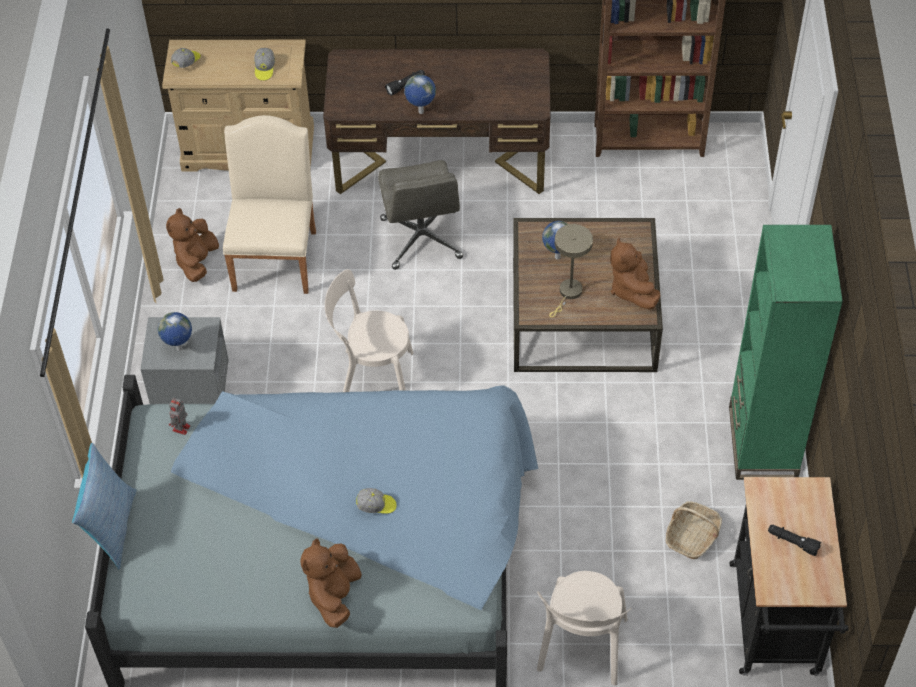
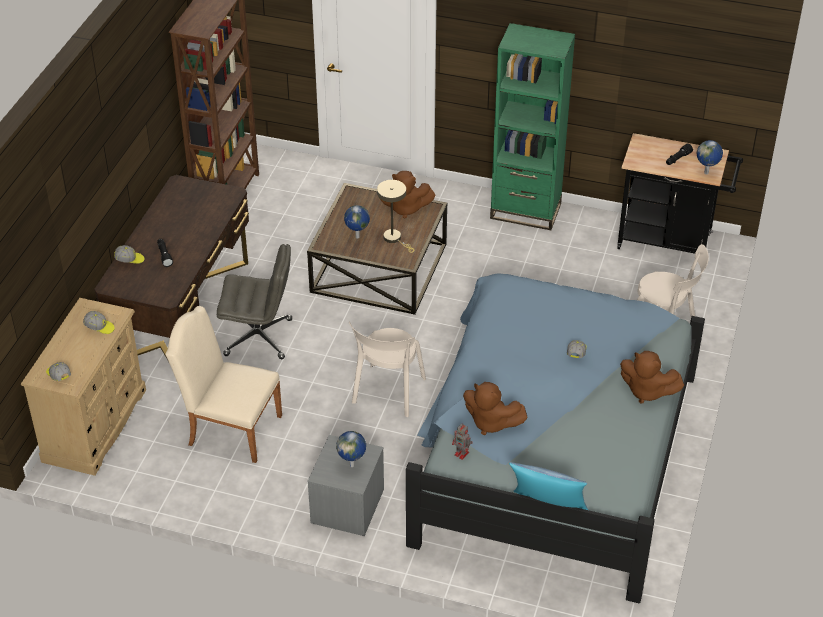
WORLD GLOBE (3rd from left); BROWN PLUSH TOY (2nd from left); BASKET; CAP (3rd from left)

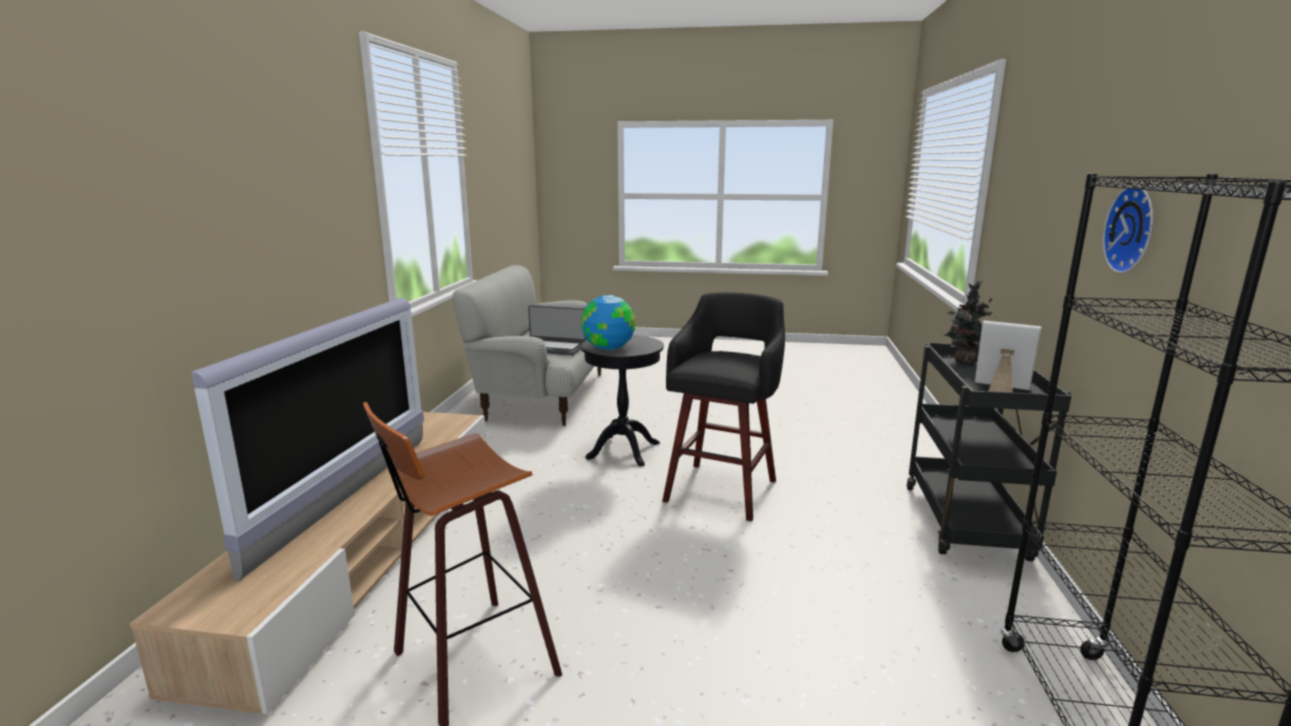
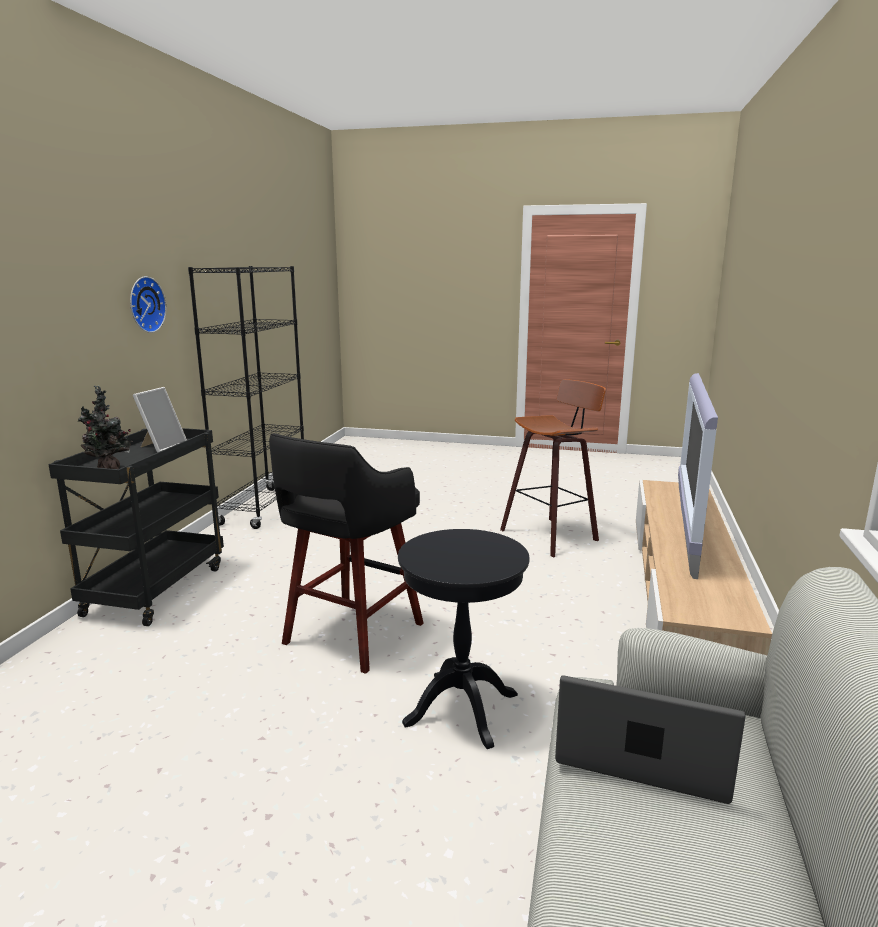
WORLD GLOBE; PHOTO FRAME

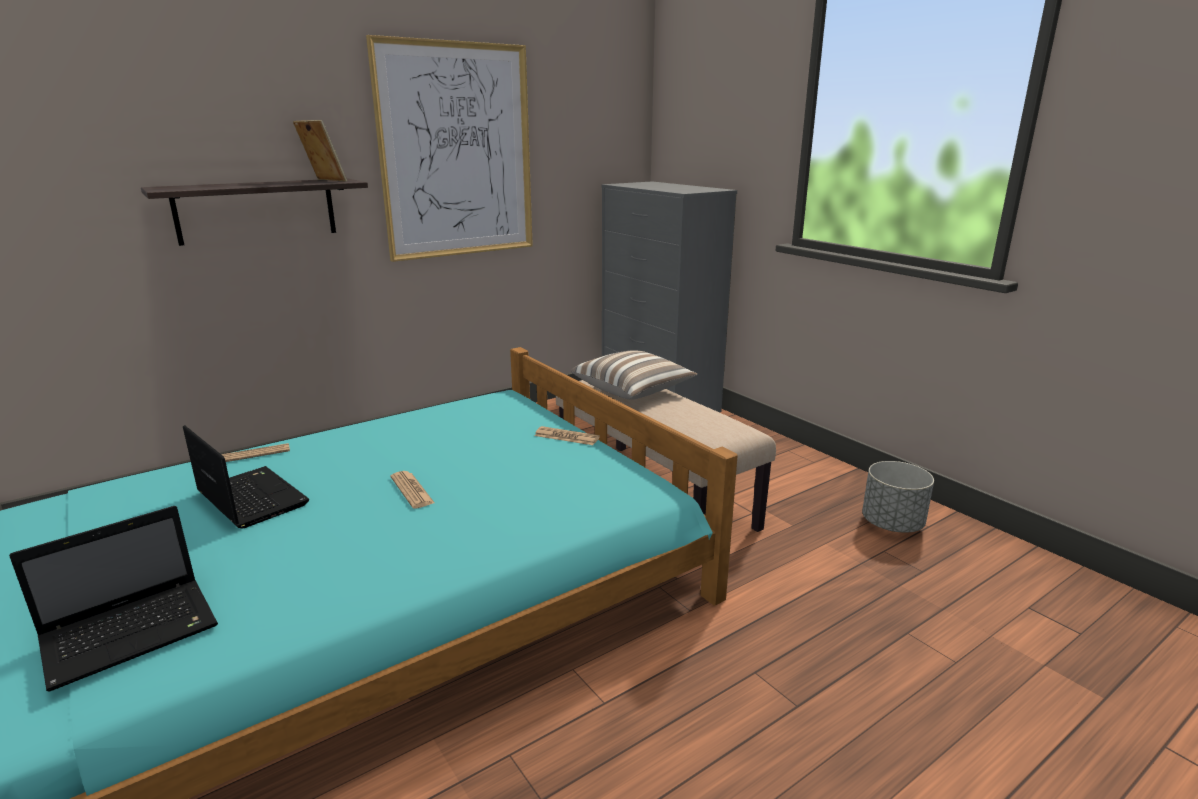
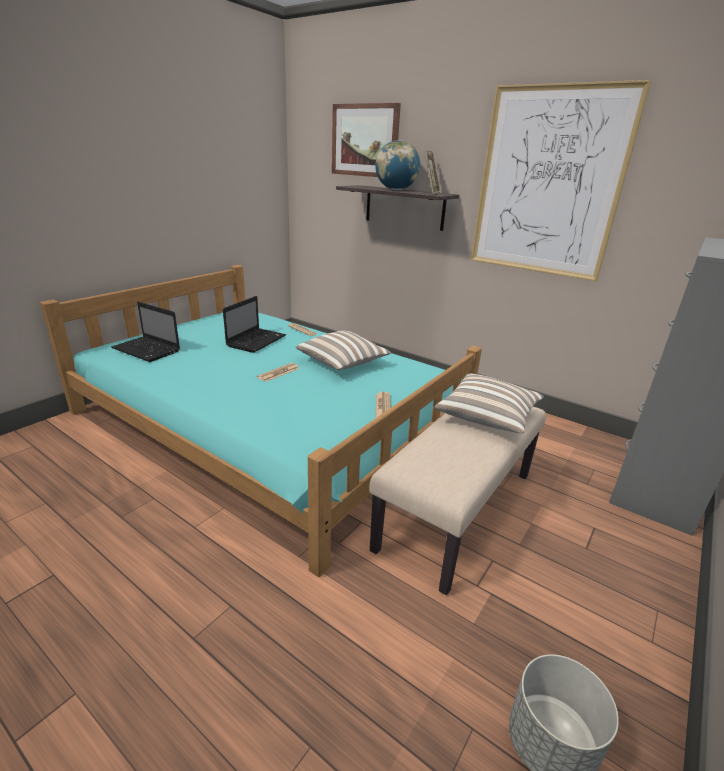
PICTURE (1st from left); WORLD GLOBE; PILLOW (1st from left)

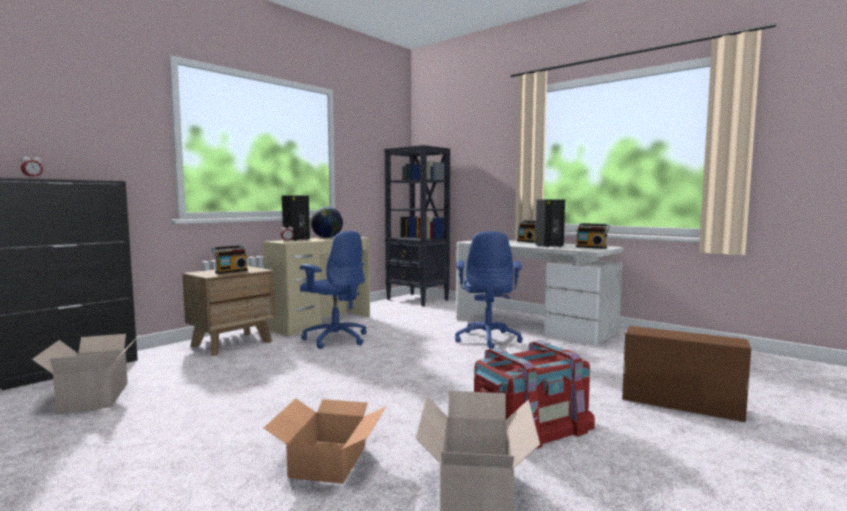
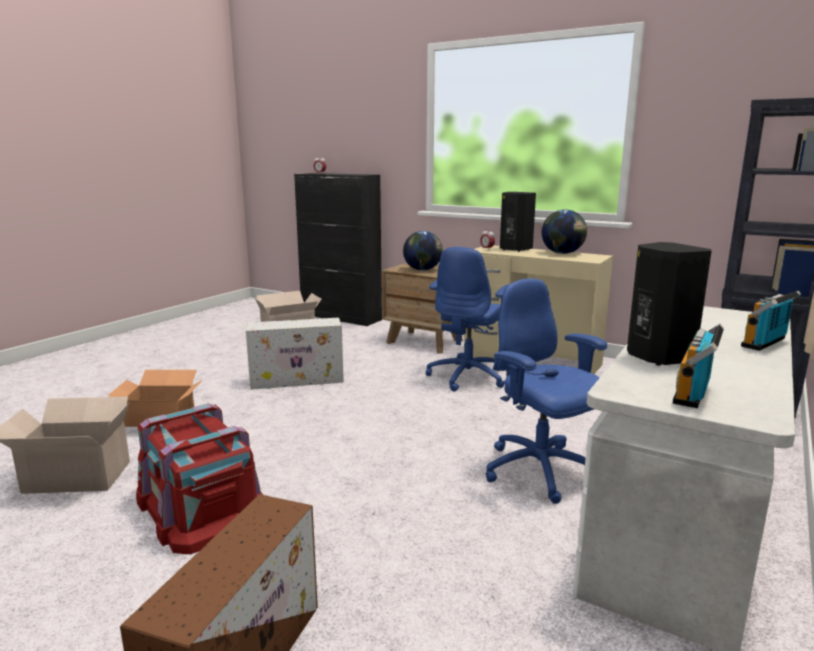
BLUISH COMPUTER CHAIR (2nd from left); WORLD GLOBE (1st from left); WHITISH STORAGE CONTAINER

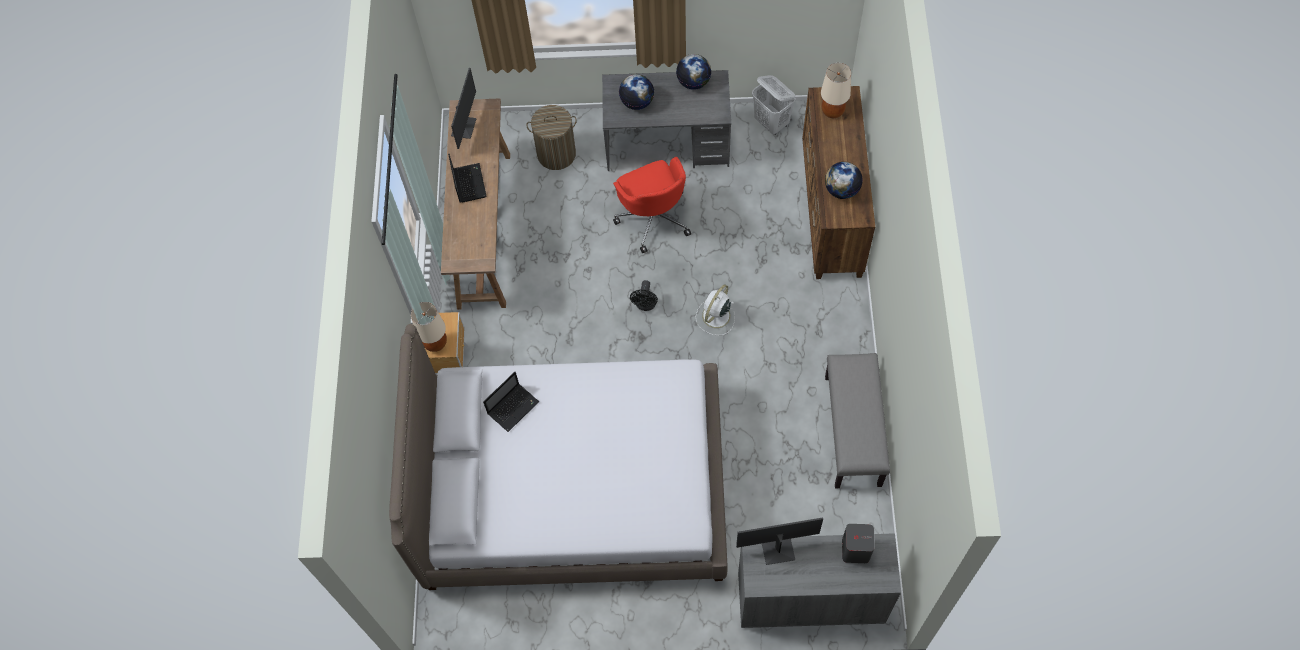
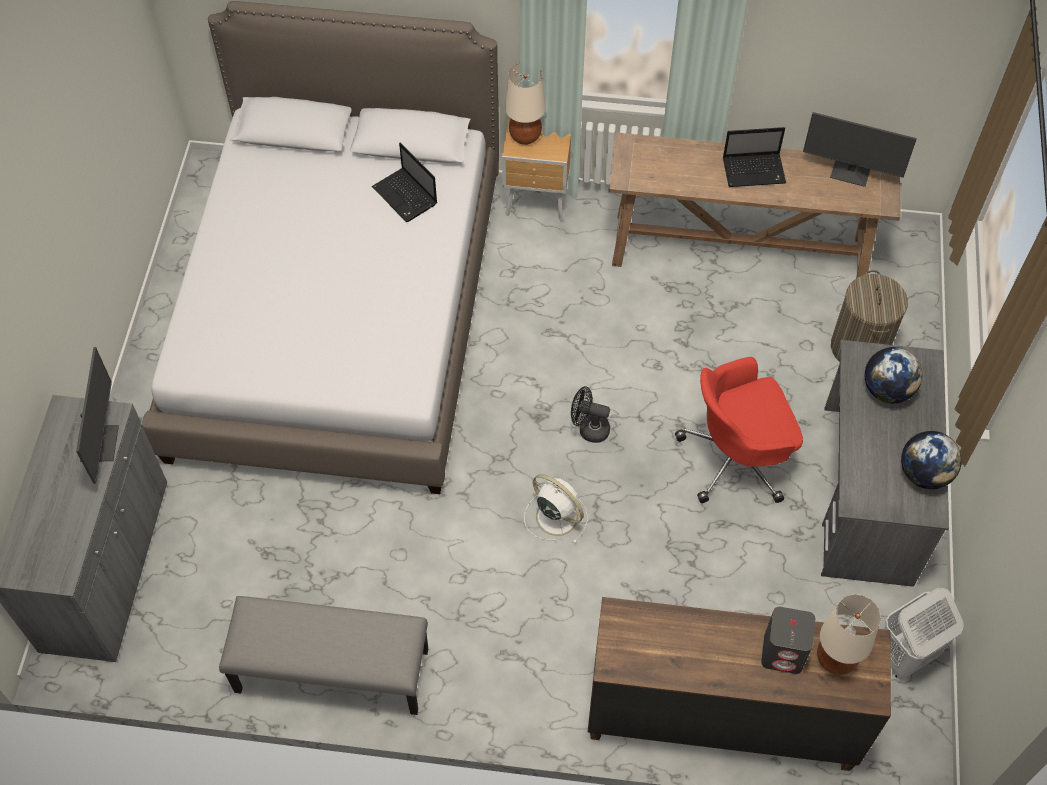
WORLD GLOBE (3rd from left in the first image); GREY SPEAKER

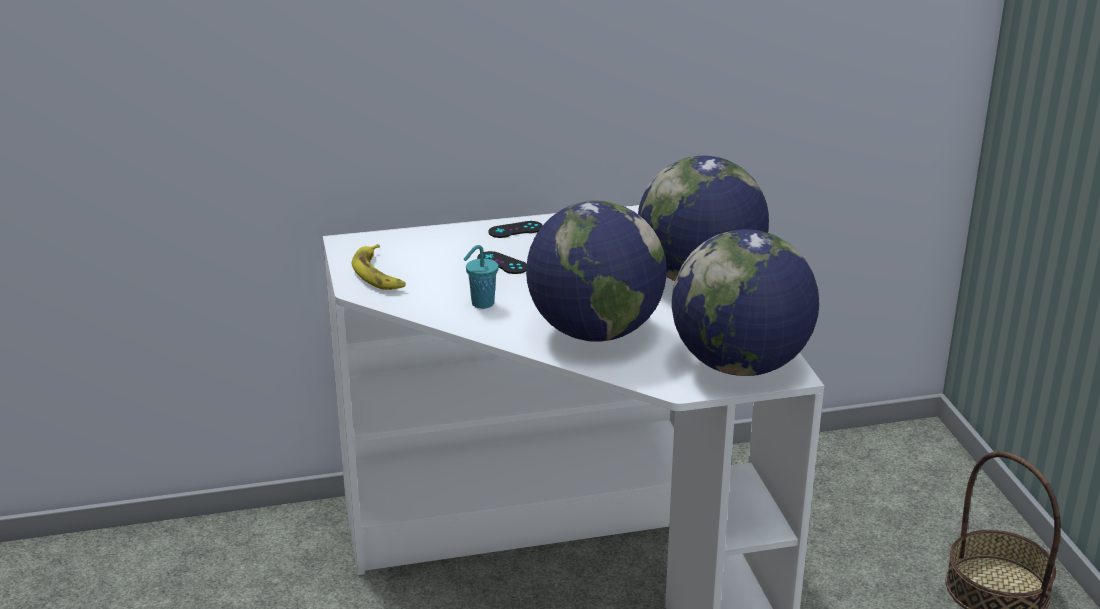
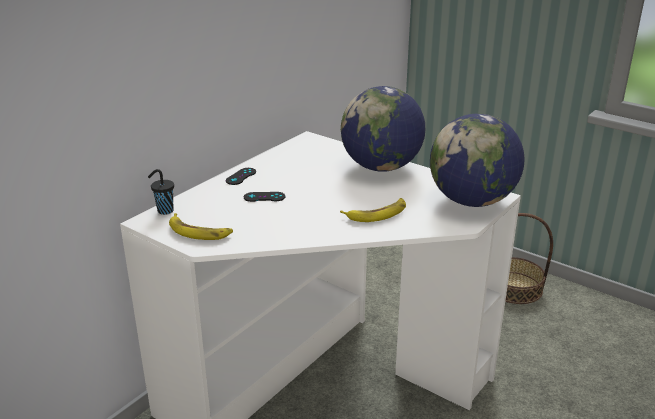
BANANA FRUIT (2nd from left); TURQUOISE DRINKING CUP; BLACK DRINKING CUP

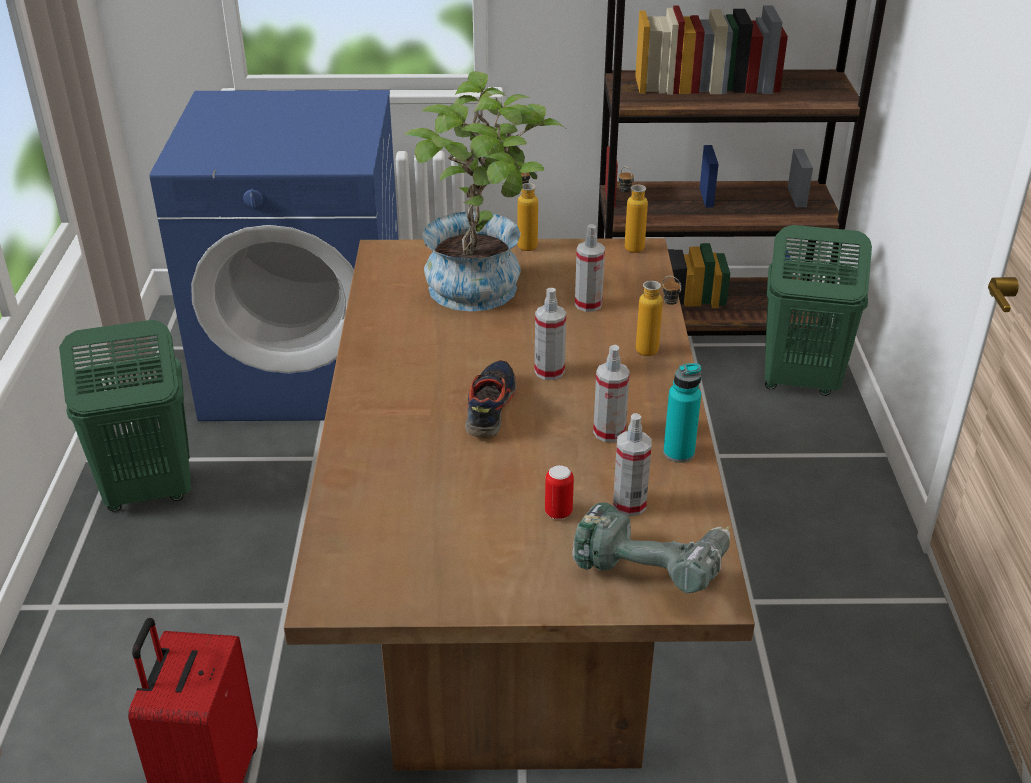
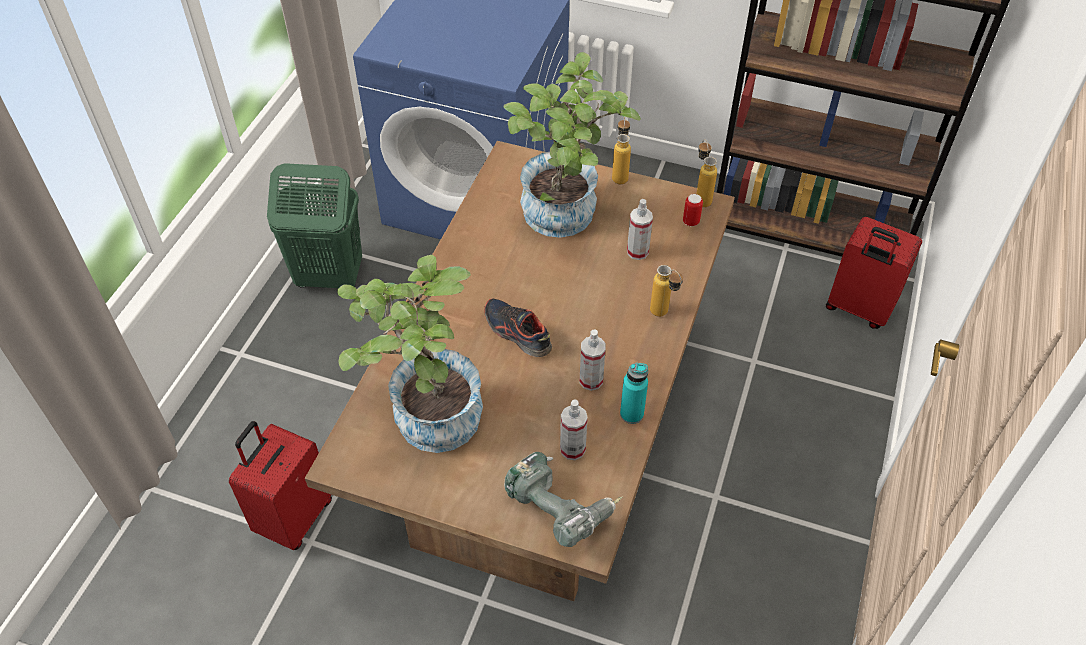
REDDISH SUITCASE (2nd from left); SPRAYER (1st from left in the first image); LOW SHOE; METAL CAN; HOUSEPLANT (1st from left)

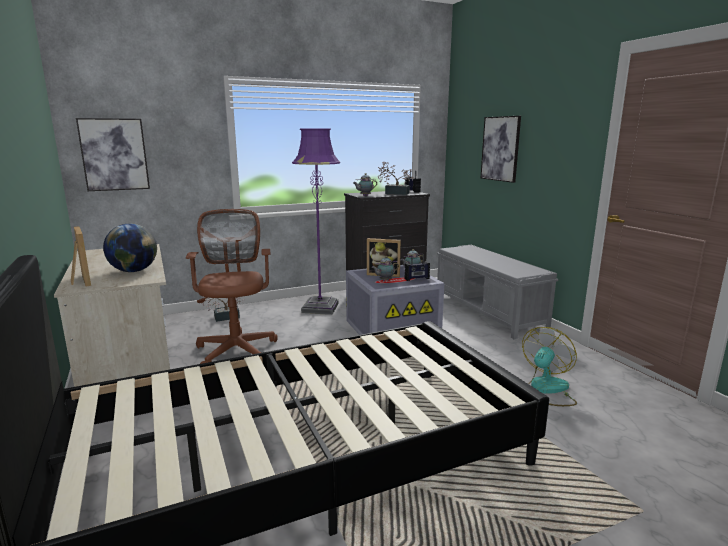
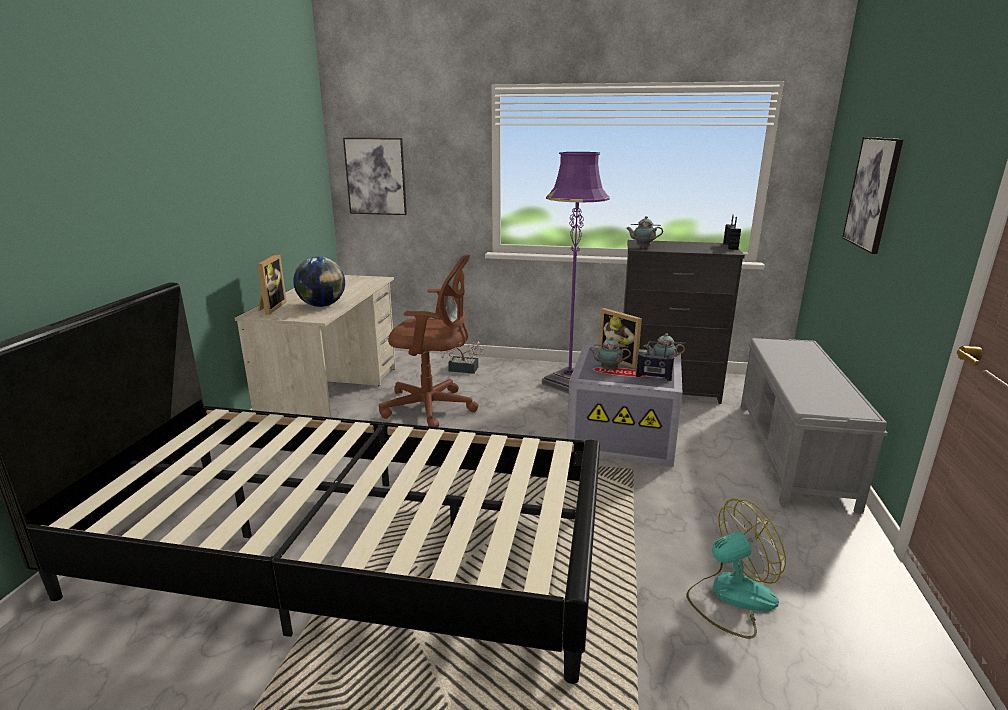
HOUSEPLANT (2nd from left in the first image); BROWN COMPUTER CHAIR

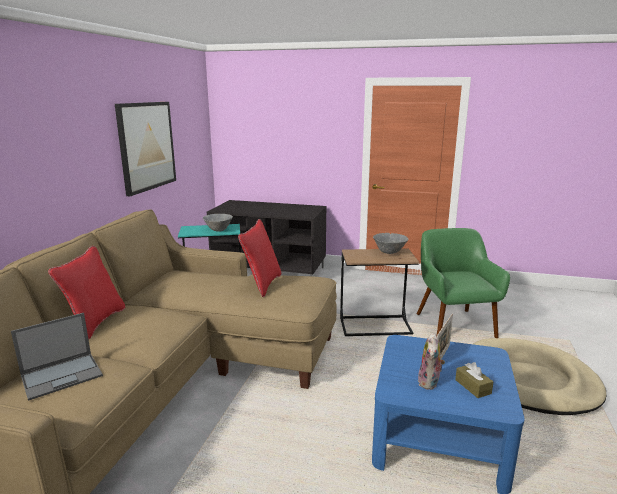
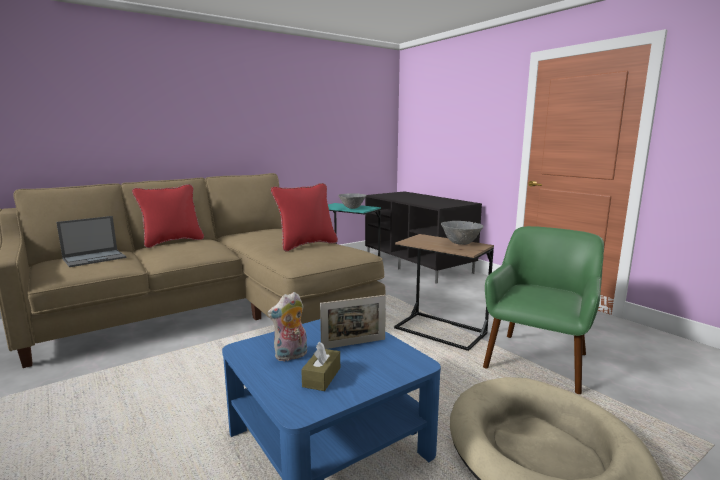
PICTURE; LAPTOP

